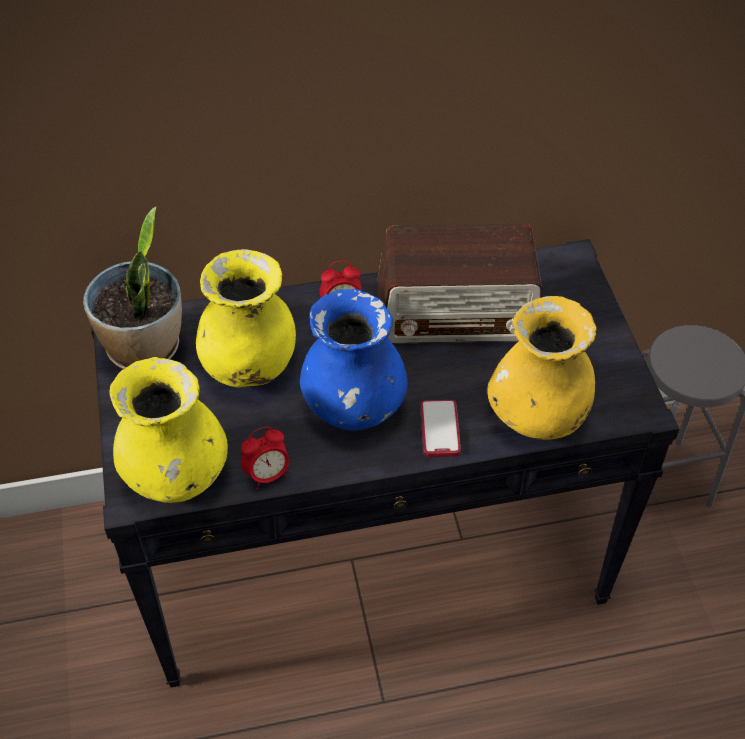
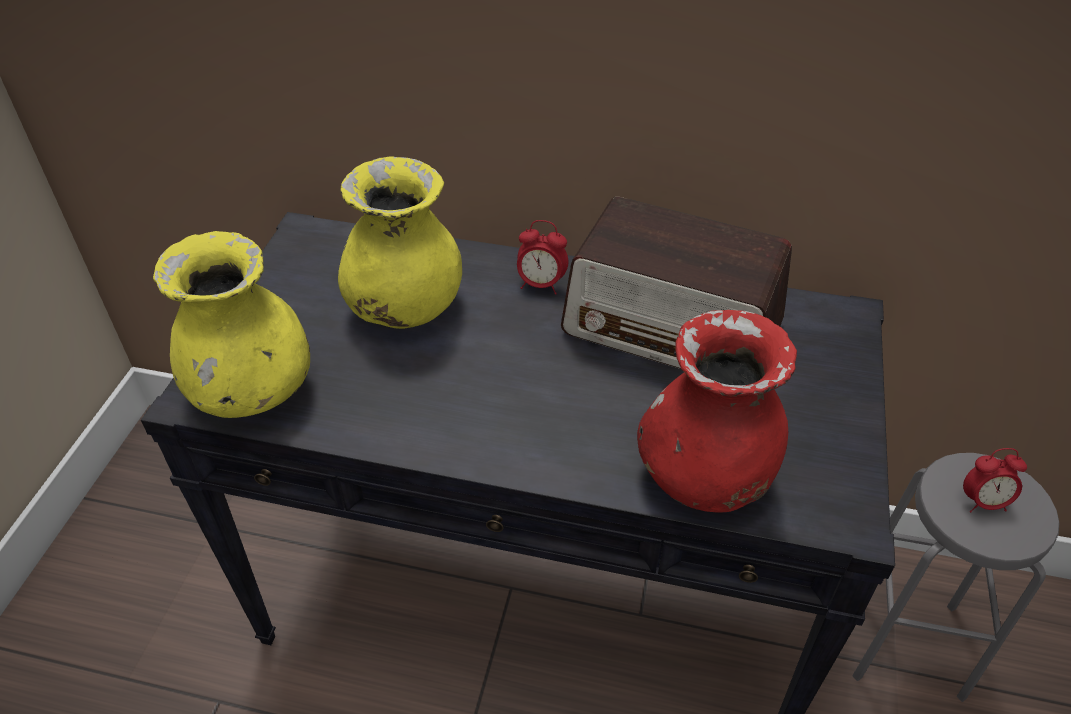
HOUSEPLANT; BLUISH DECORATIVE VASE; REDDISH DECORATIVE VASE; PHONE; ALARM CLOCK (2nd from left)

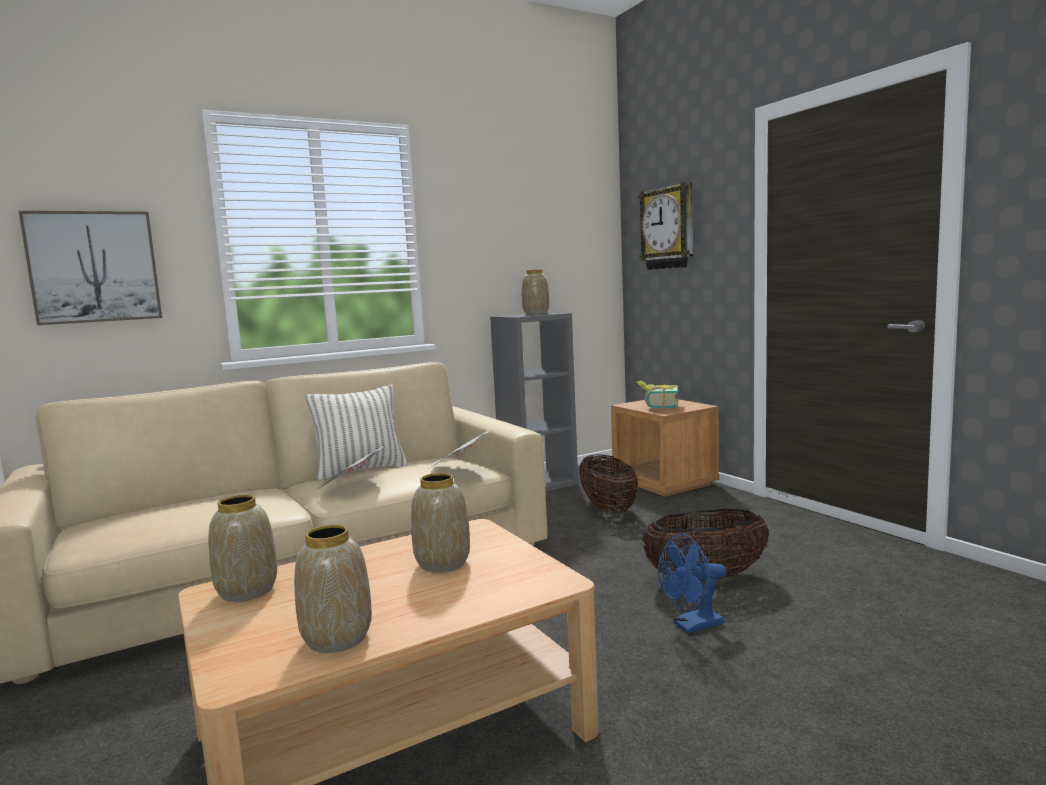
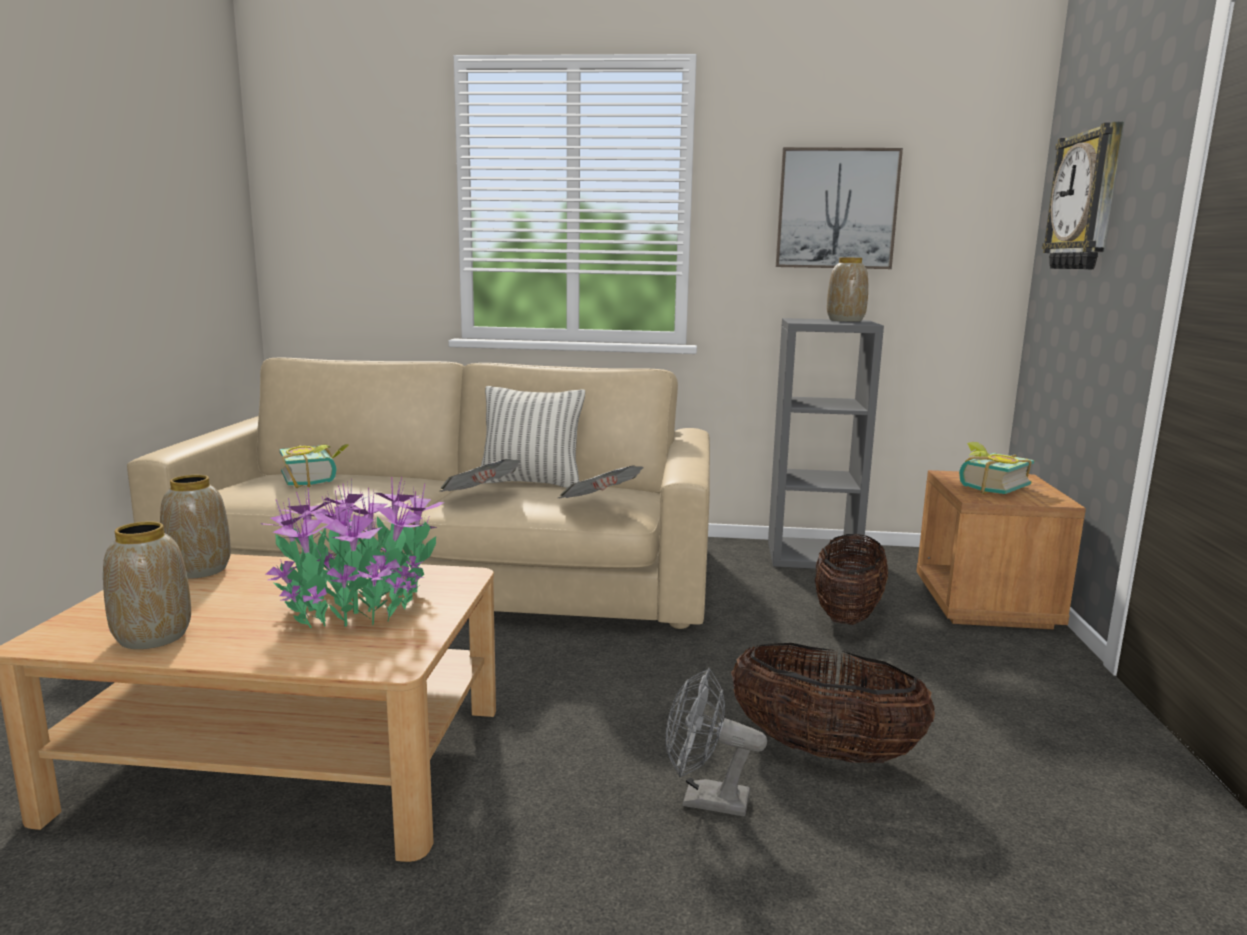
PICTURE; HOUSEPLANT; GREY ELECTRIC FAN; BOUND BOOK (1st from left)

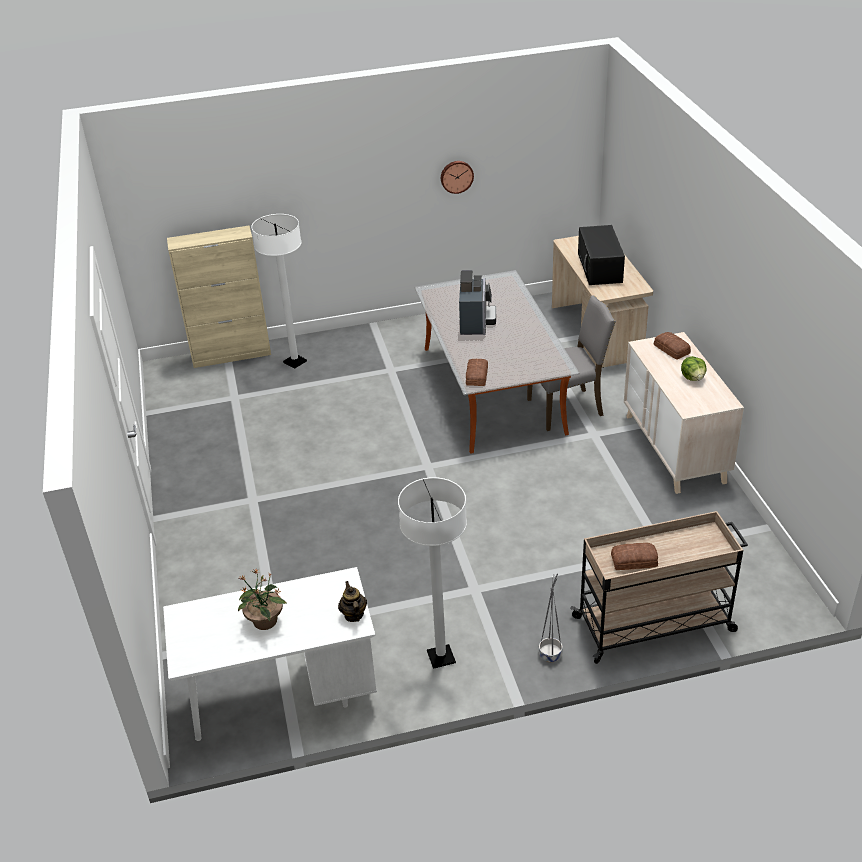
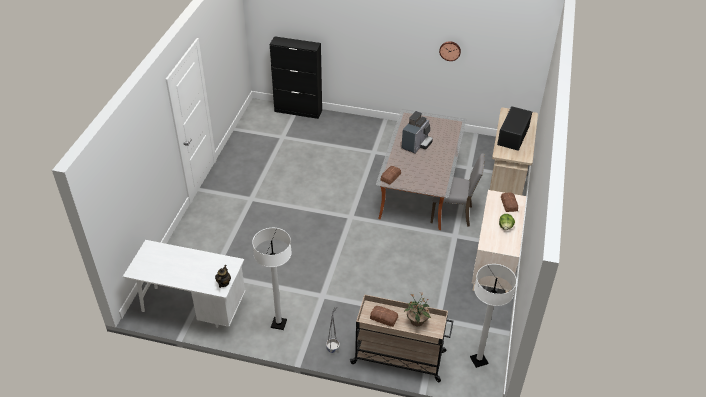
WHITISH STANDING LAMP (2nd from left); BLACK STORAGE CABINET; HOUSEPLANT

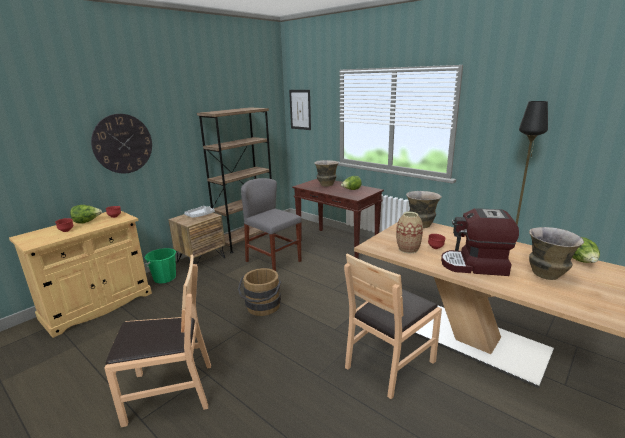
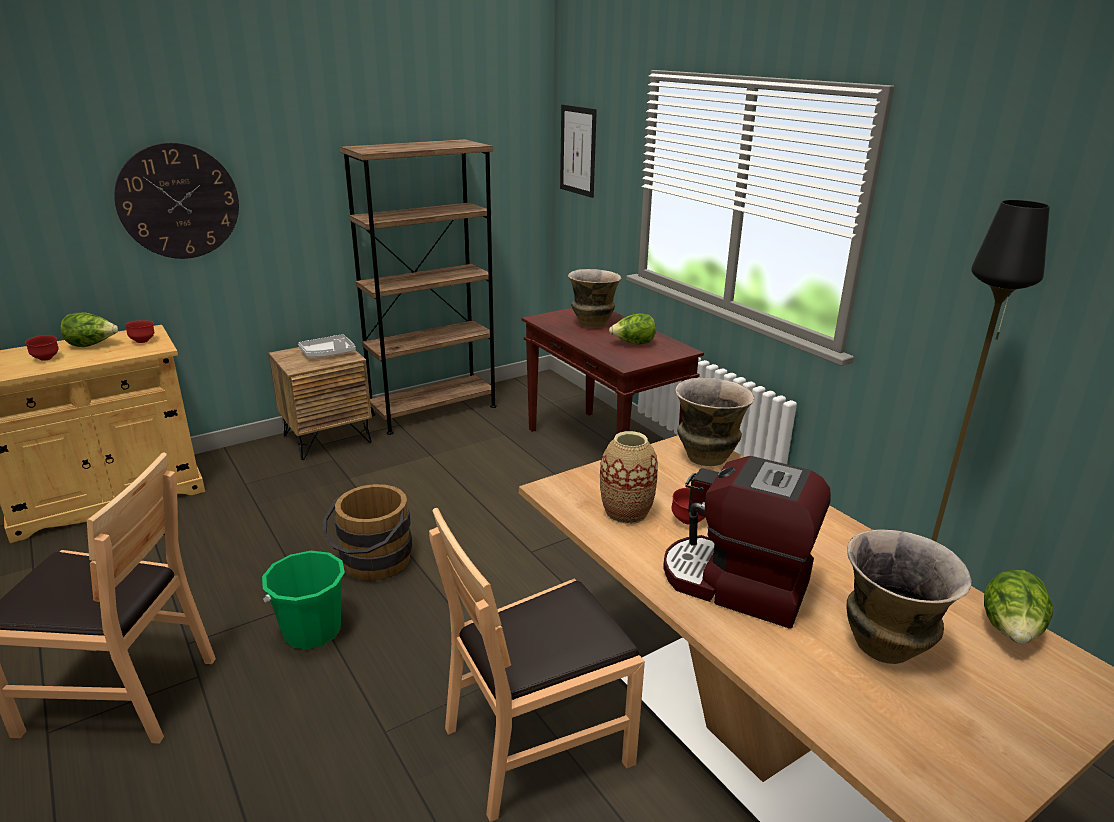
GREY PLAIN CHAIR; GREEN PAIL

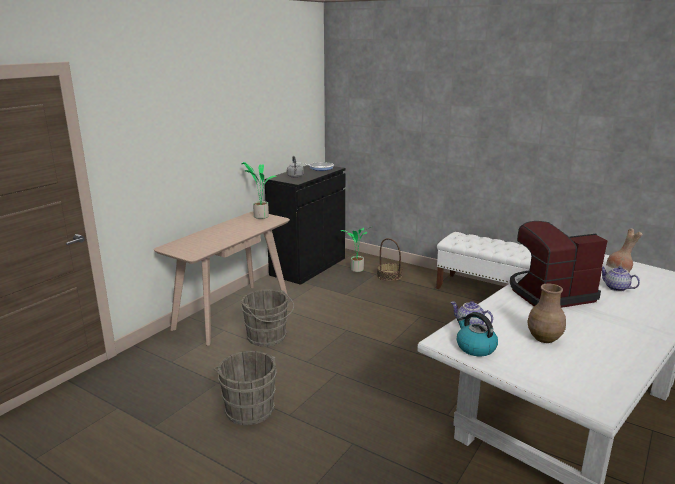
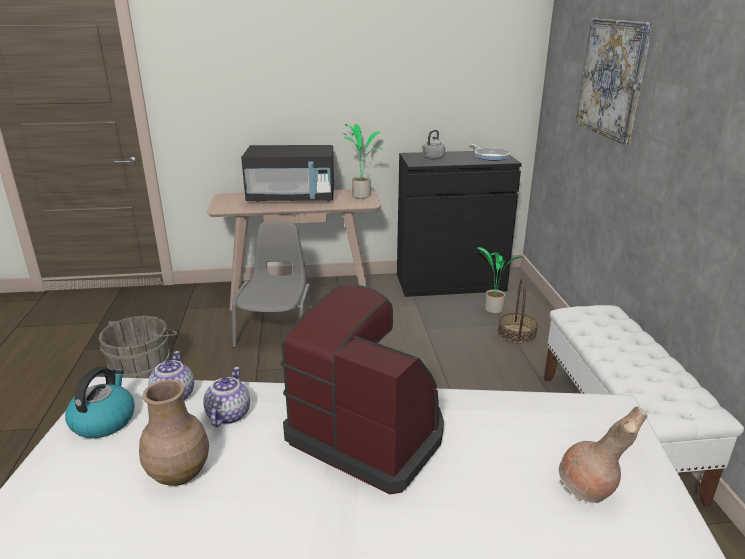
TEAPOT (2nd from left); GREY PLAIN CHAIR; PICTURE; BLACK MICROWAVE OVEN

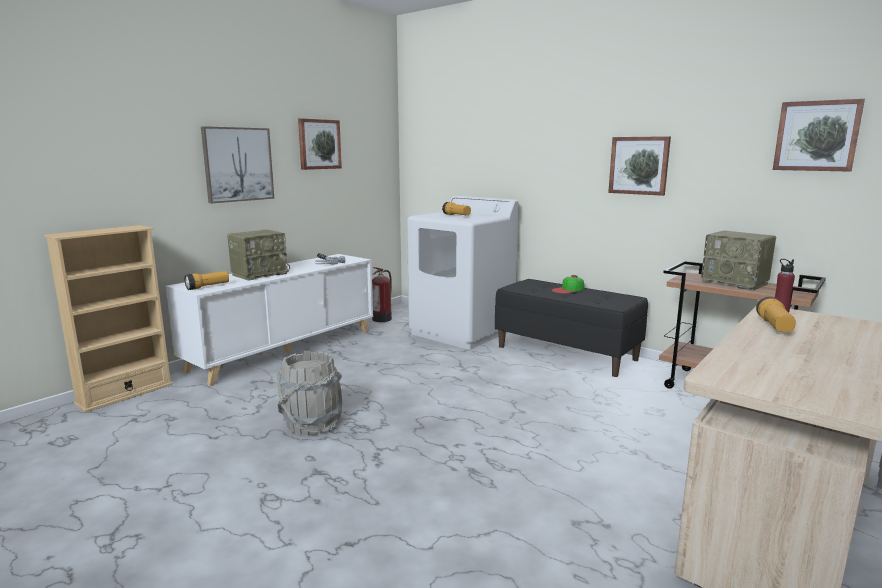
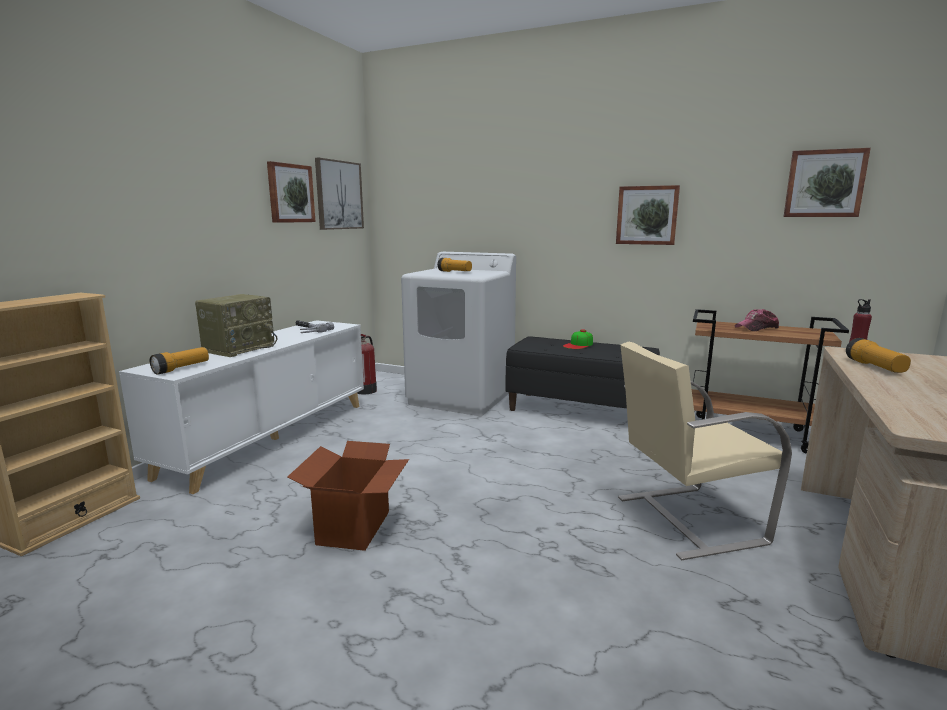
PICTURE (2nd from left); CAP (2nd from left); CARTON; SAND-COLOURED PLAIN CHAIR

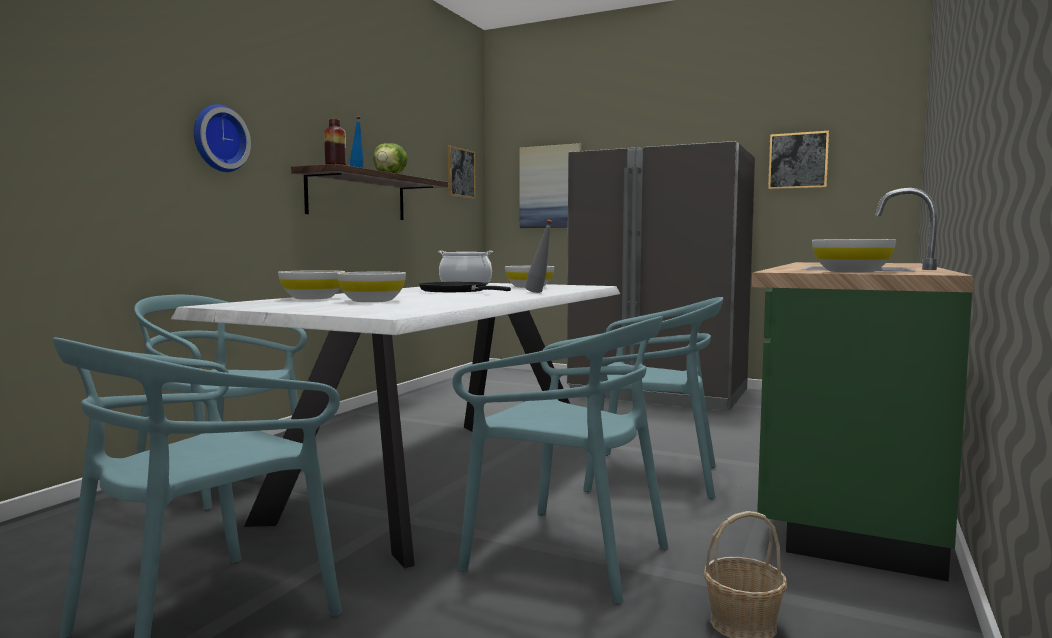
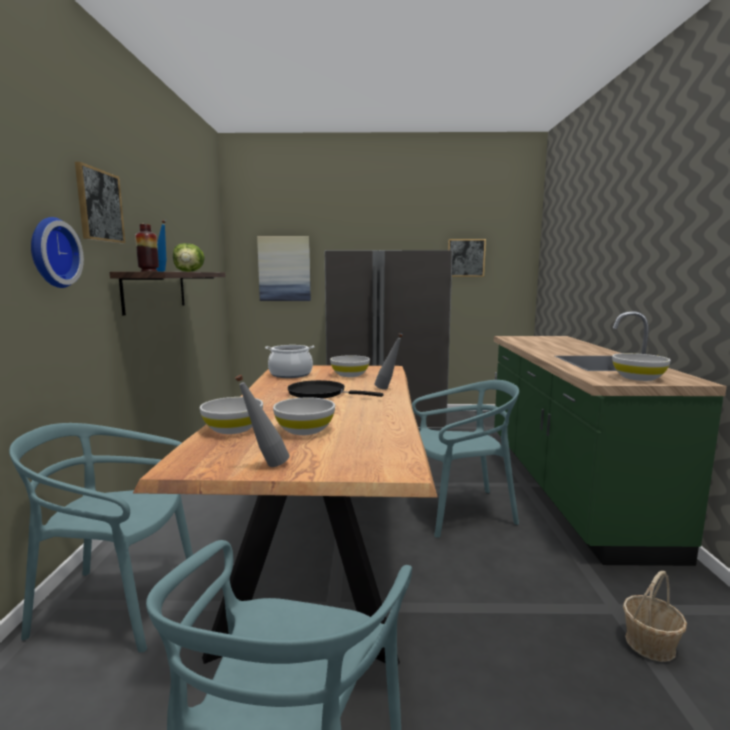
PICTURE (1st from left); BROWN DINING TABLE; TURQUOISE PLAIN CHAIR (3rd from left in the first image); GREY BOTTLE (1st from left)

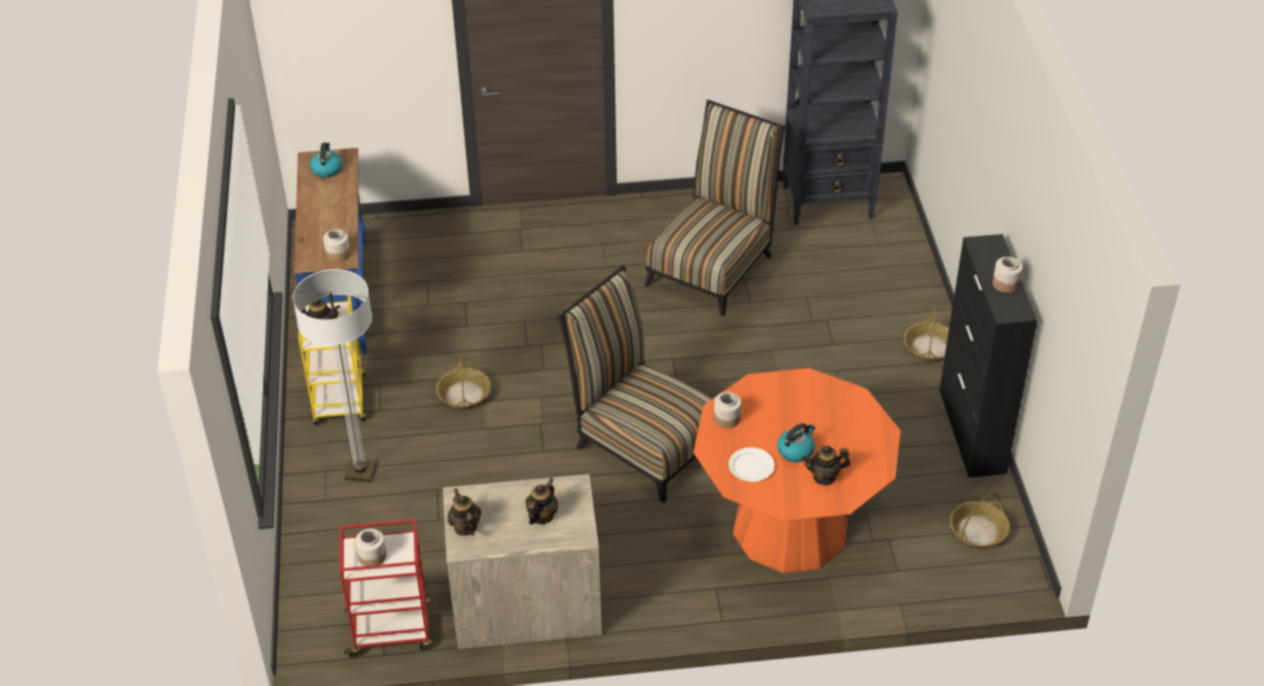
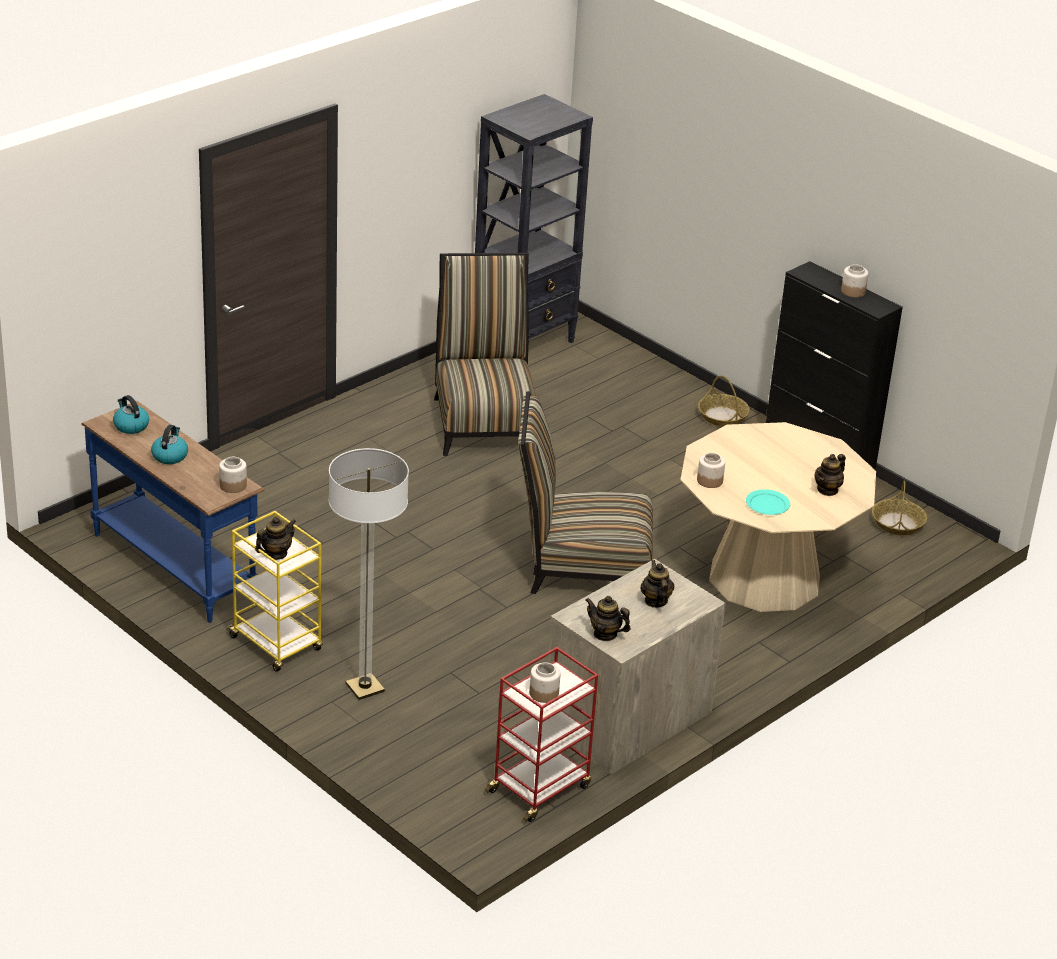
BASKET (1st from left in the first image); SAND-COLOURED DINING TABLE; WATER KETTLE (2nd from left); TURQUOISE FLAT DISH

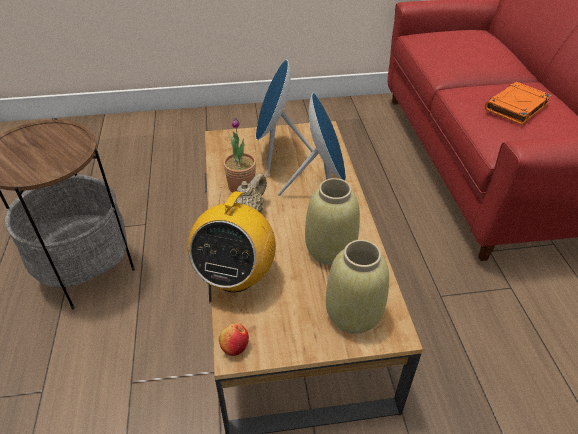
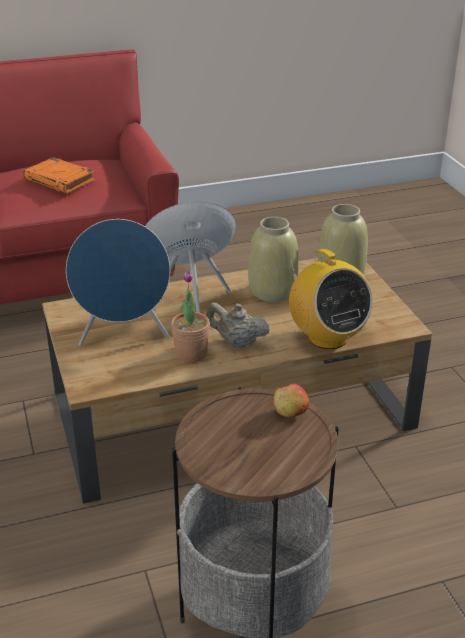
RADIO RECEIVER; APPLE FRUIT

